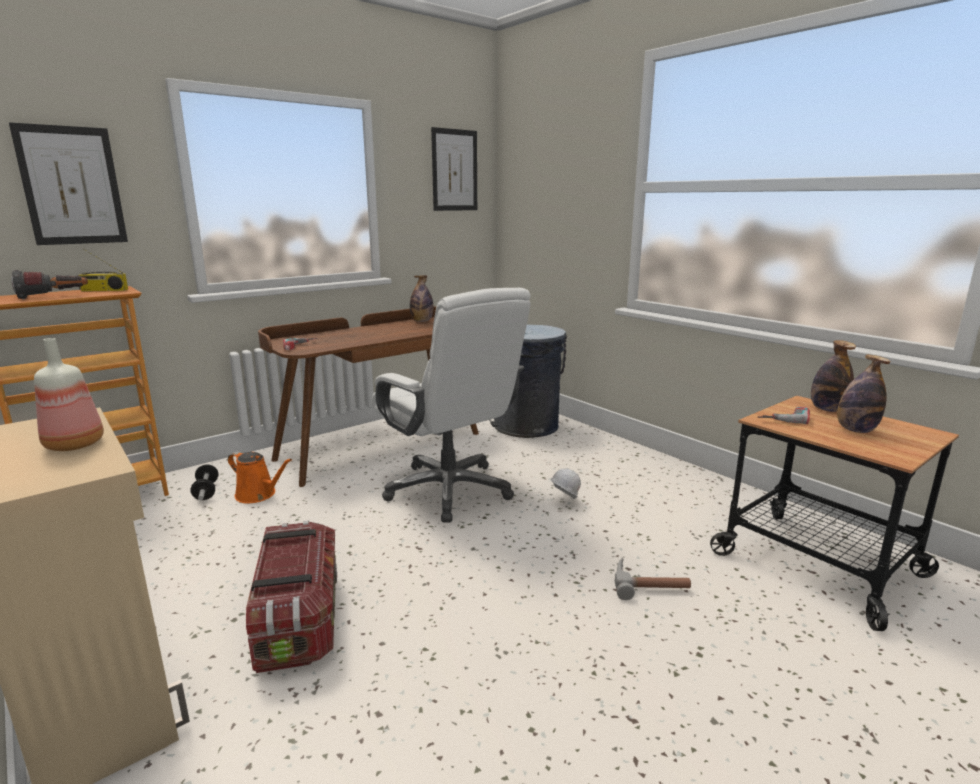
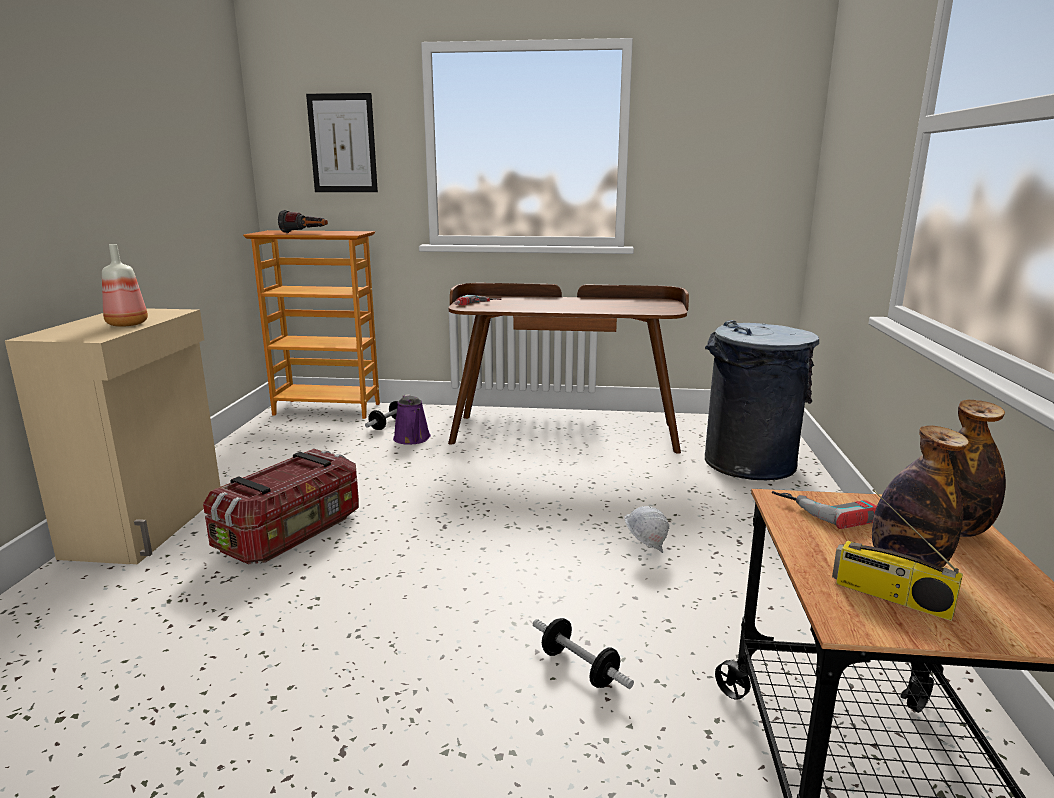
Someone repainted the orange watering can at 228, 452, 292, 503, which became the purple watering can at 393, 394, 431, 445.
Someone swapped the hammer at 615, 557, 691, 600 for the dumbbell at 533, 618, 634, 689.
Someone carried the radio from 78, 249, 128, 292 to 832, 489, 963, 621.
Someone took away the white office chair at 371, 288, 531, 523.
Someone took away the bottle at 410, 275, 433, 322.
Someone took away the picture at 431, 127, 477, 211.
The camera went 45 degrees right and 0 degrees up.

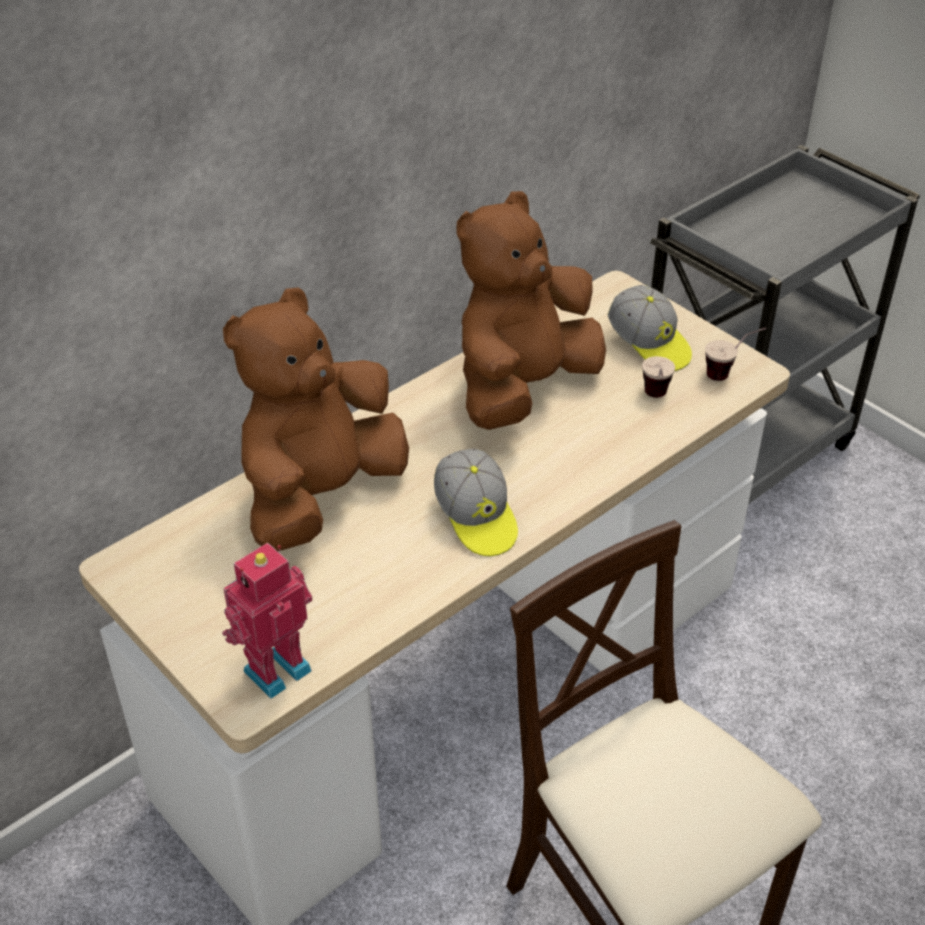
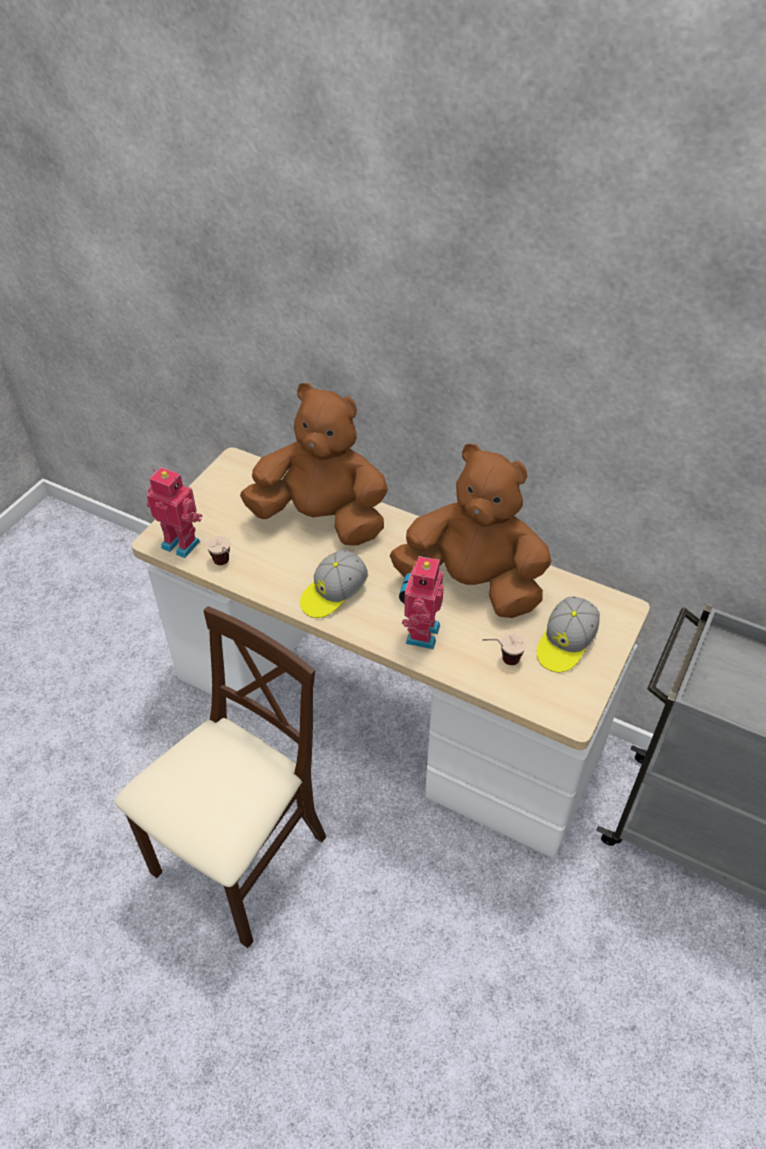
Someone carried the cup from 705, 327, 766, 381 to 206, 536, 230, 565.
Someone put down the toy robot at 399, 554, 444, 649.
The camera went 70 degrees right and 5 degrees up.

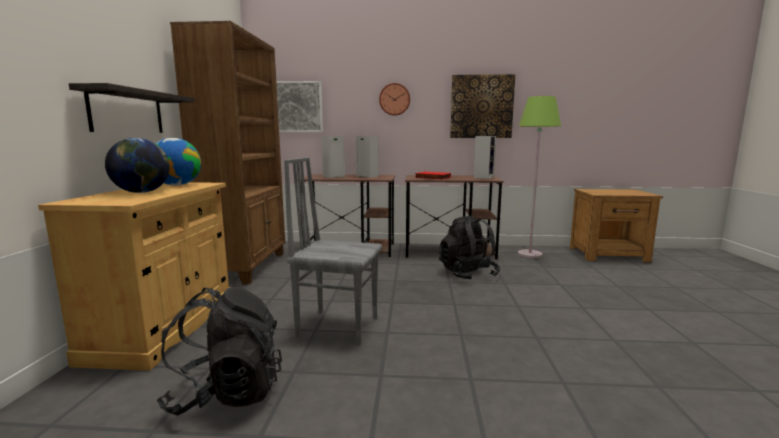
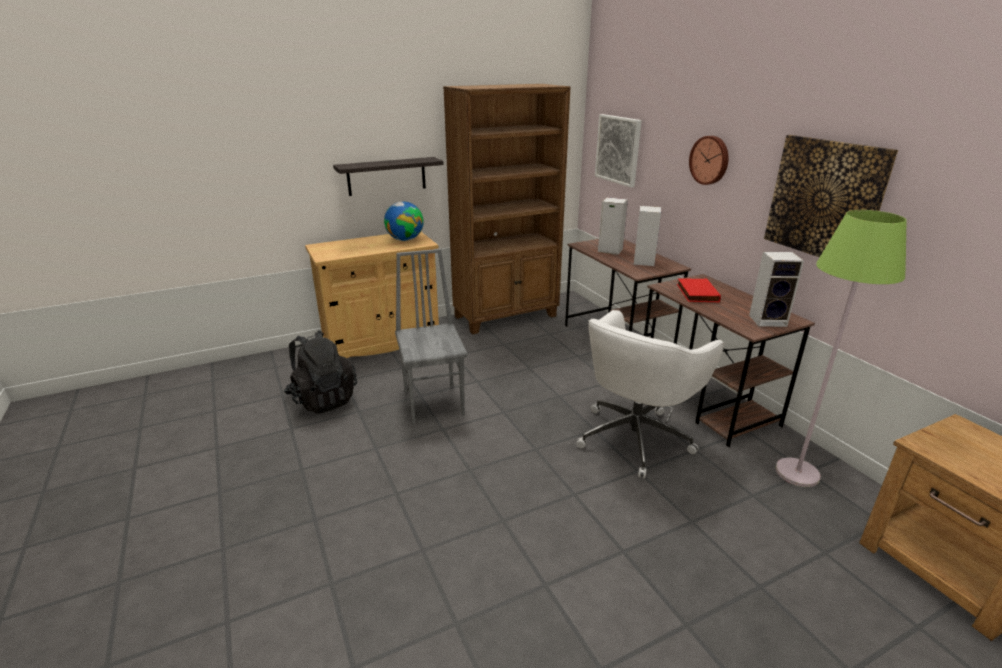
Someone swapped the black backpack at 439, 216, 500, 280 for the white office chair at 576, 310, 724, 479.
Someone took away the globe at 105, 138, 170, 193.
The camera went 60 degrees right and 15 degrees up.

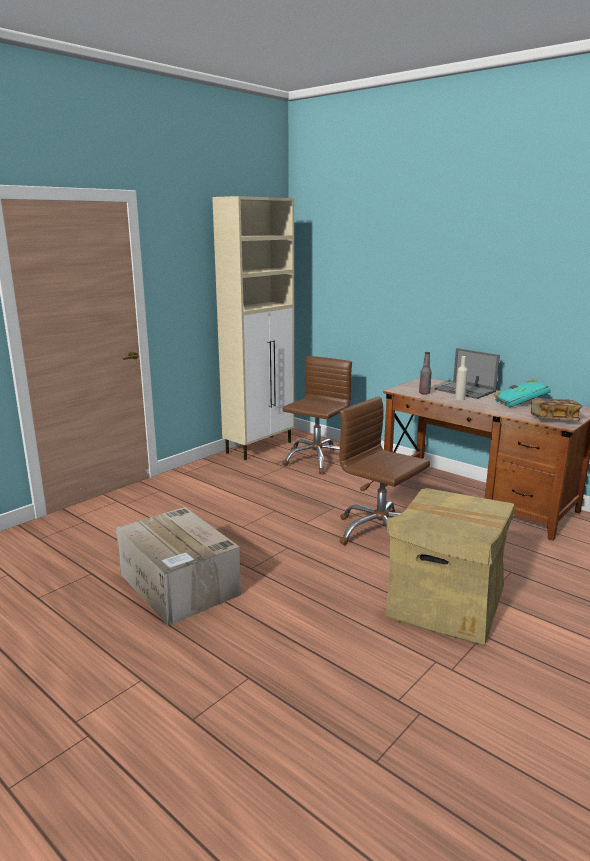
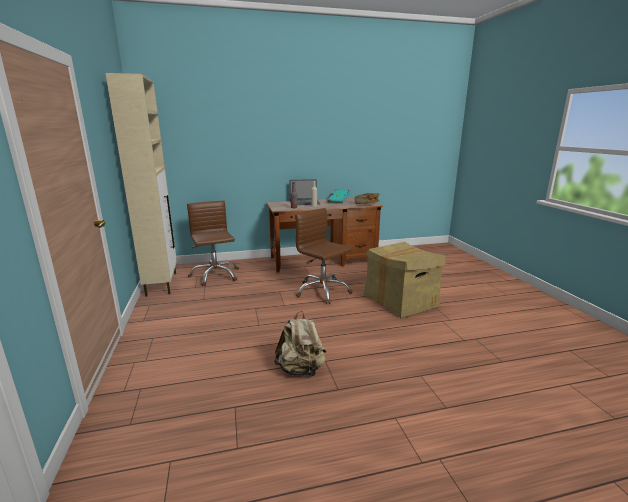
Someone swapped the cardboard box at 116, 507, 241, 626 for the beige backpack at 274, 311, 326, 377.
Someone rotated the brown office chair at 340, 397, 430, 545 by 60 degrees clockwise.
The camera went 55 degrees left and 0 degrees up.

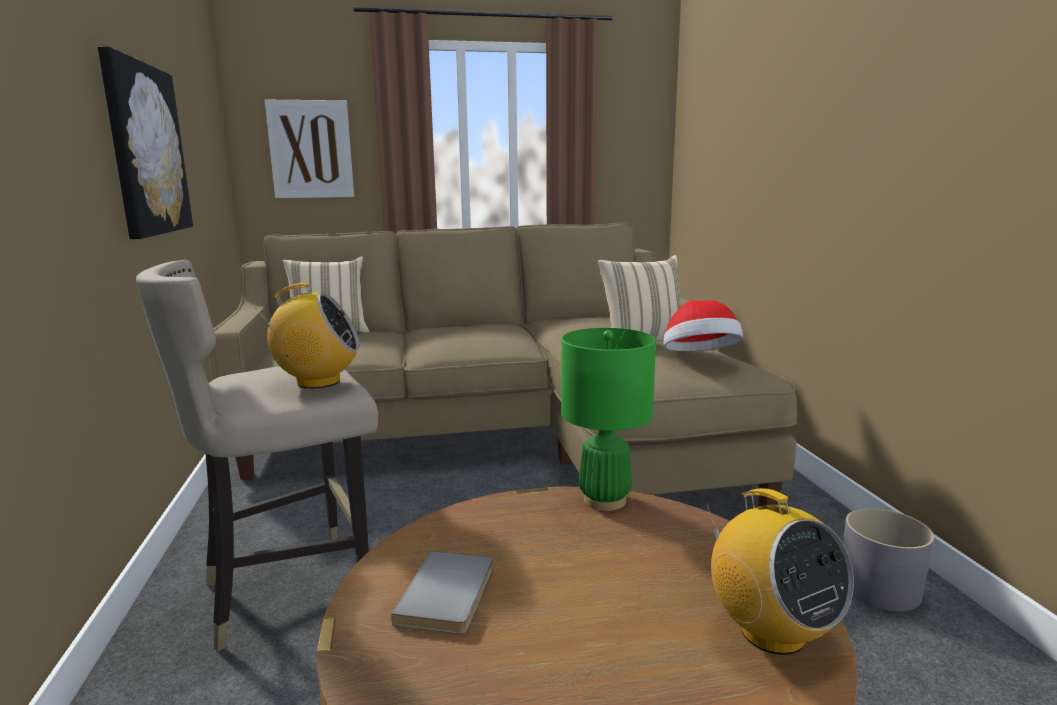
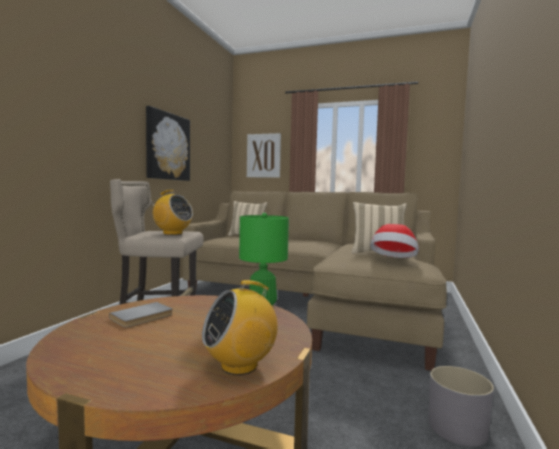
Someone rotated the radio at 705, 488, 854, 655 by 60 degrees clockwise.
The camera went 30 degrees right and 10 degrees down.

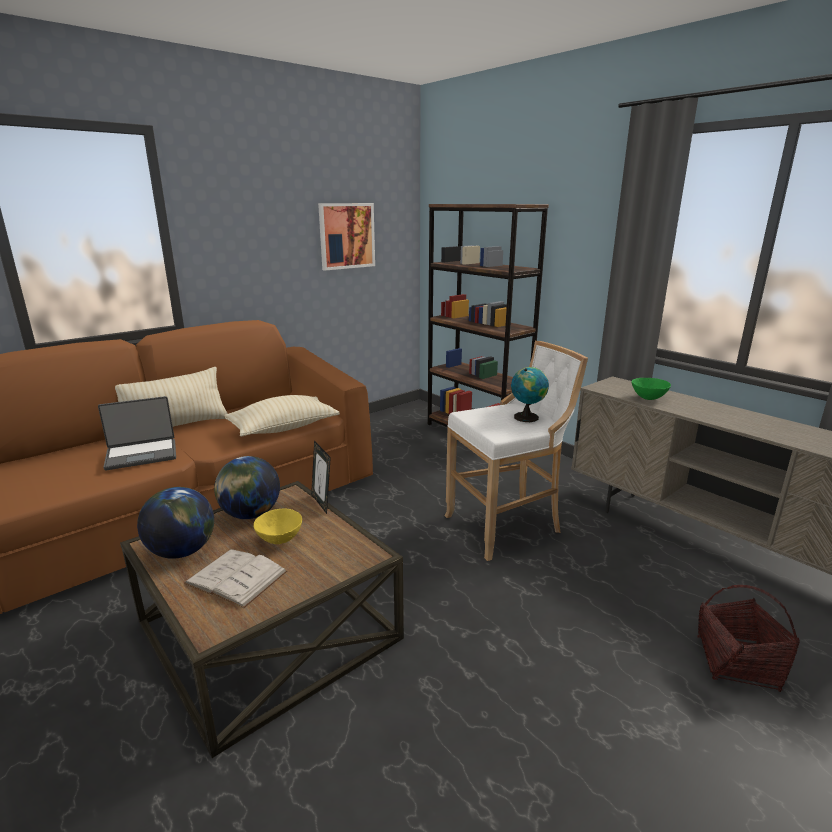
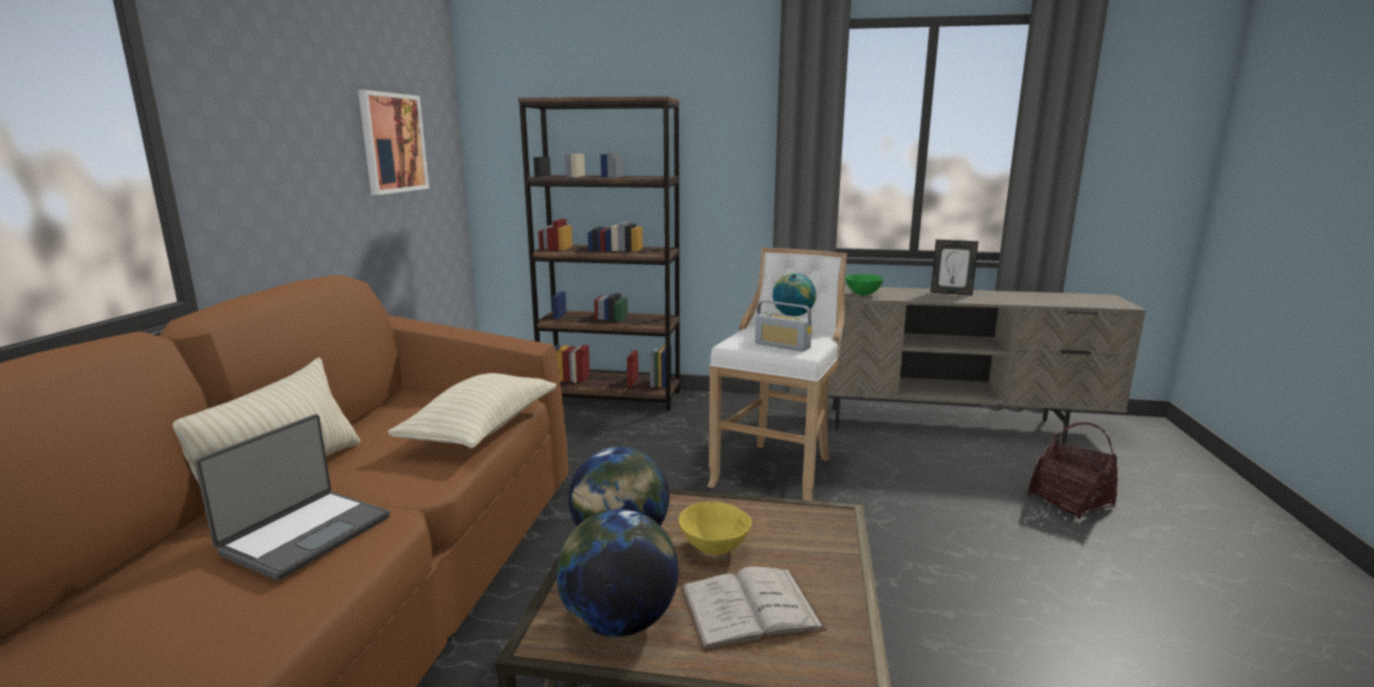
Someone put down the radio at 755, 300, 812, 352.
Someone carried the picture frame from 311, 441, 331, 514 to 930, 239, 978, 296.
The camera went 40 degrees left and 5 degrees down.

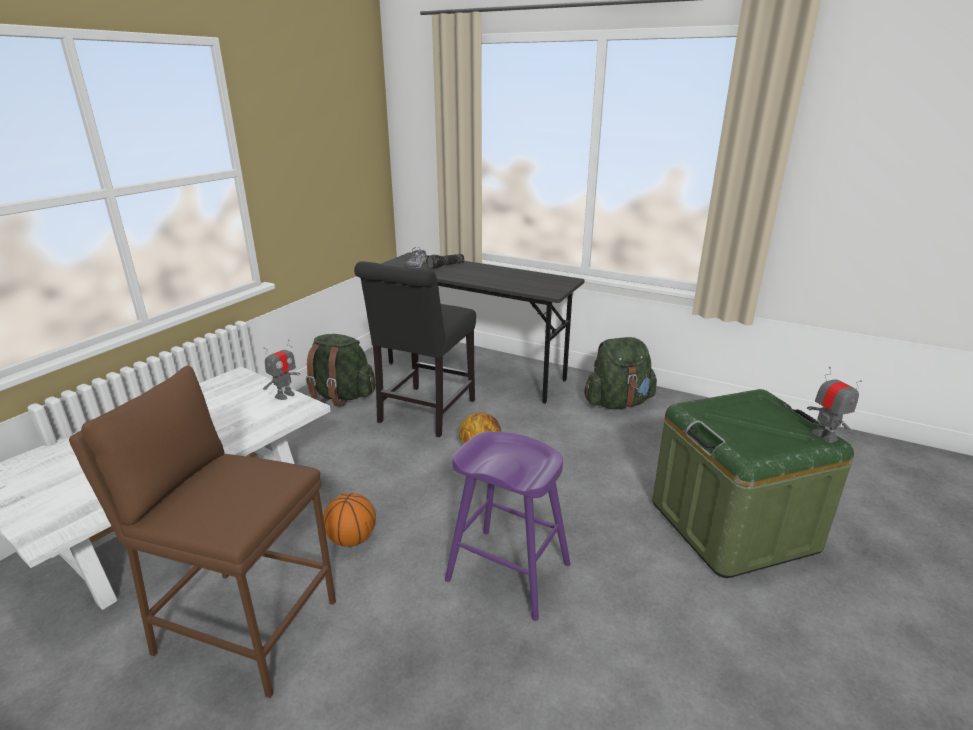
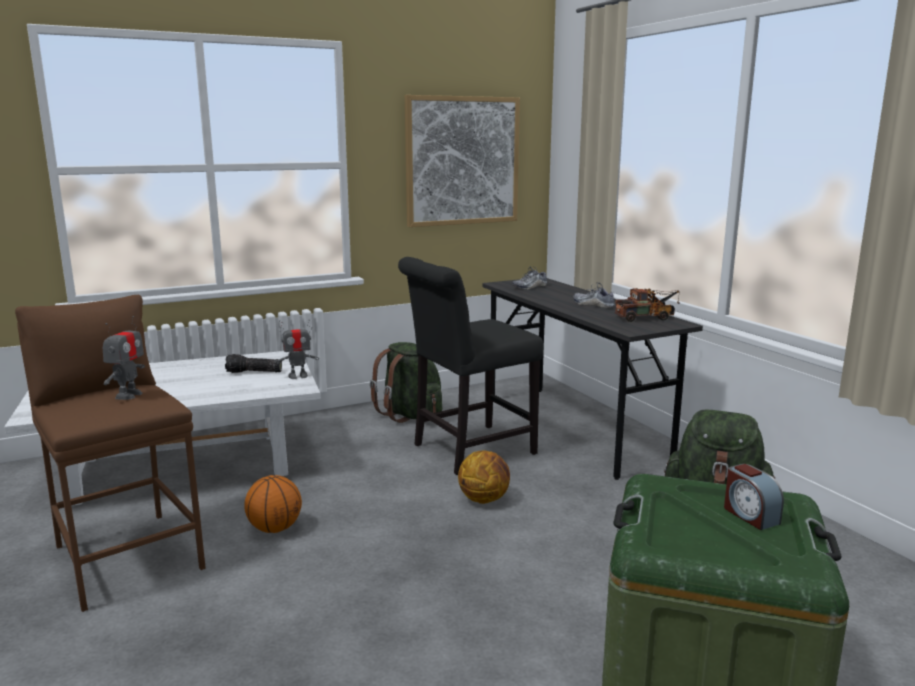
Someone carried the toy robot from 807, 367, 862, 443 to 103, 316, 145, 400.
Someone carried the flashlight from 426, 254, 464, 269 to 225, 354, 282, 373.
Someone put up the picture at 405, 95, 520, 227.
Someone put down the shoe at 573, 282, 615, 308.
Someone put down the toy truck at 615, 288, 680, 322.
Someone put down the alarm clock at 724, 464, 784, 530.
Someone took away the purple stool at 445, 431, 571, 621.
The camera went 35 degrees right and 10 degrees down.

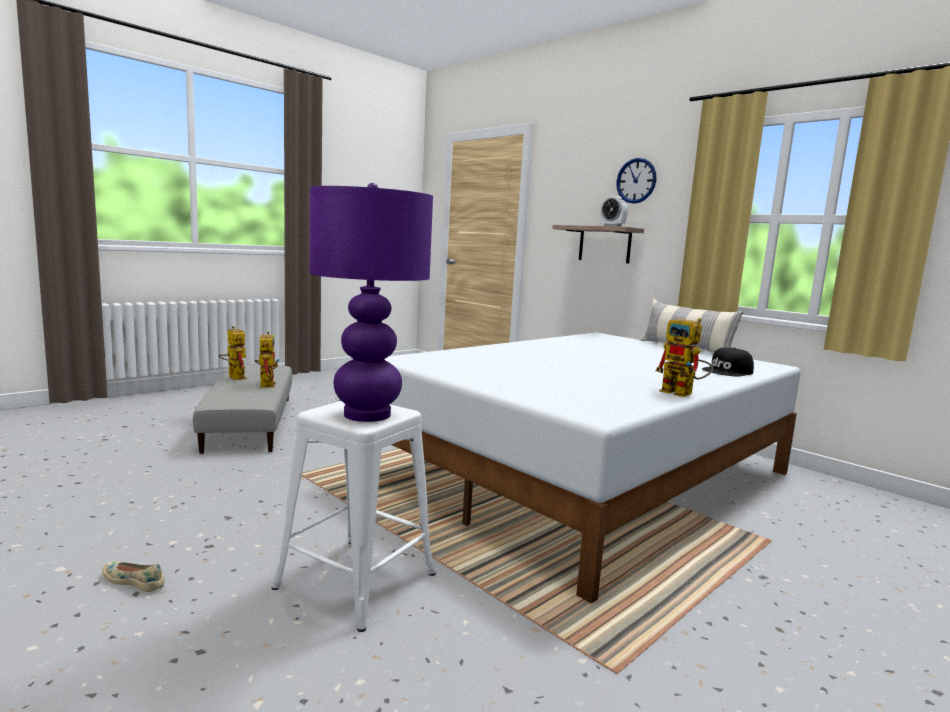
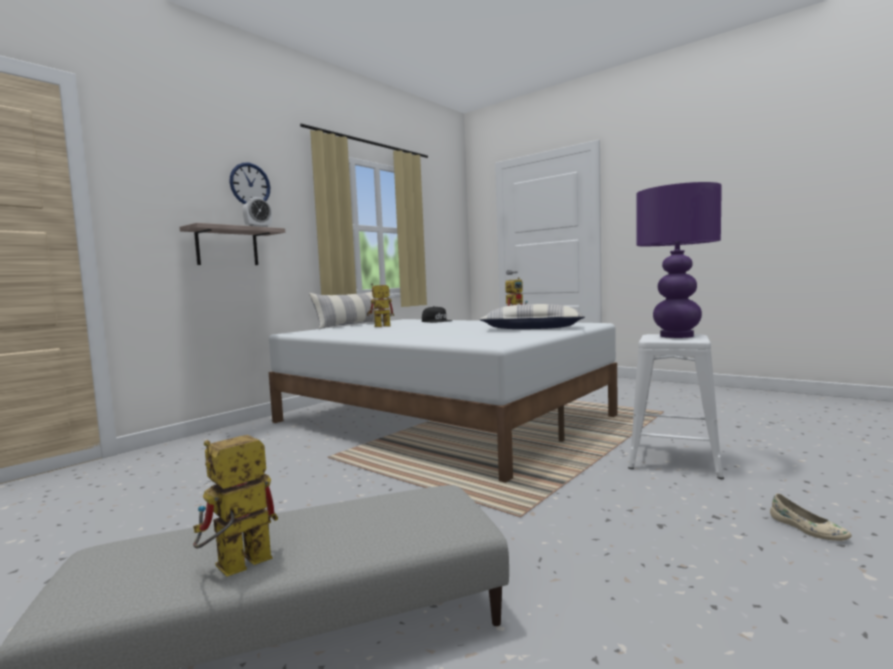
Someone carried the toy robot from 254, 331, 280, 387 to 367, 283, 394, 327.
Someone put down the pillow at 479, 304, 585, 329.
Someone rotated the beige shoe at 102, 562, 165, 592 by 45 degrees counterclockwise.
The camera went 95 degrees left and 5 degrees down.

